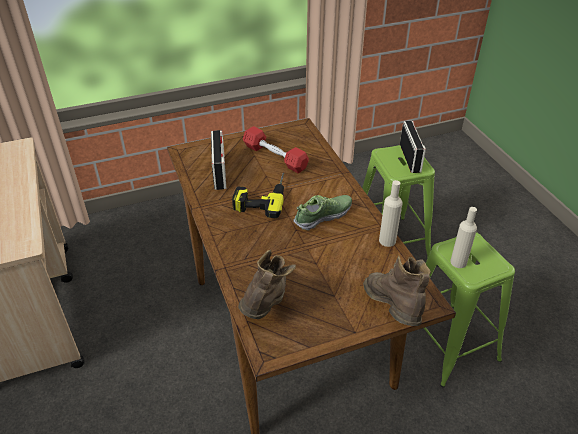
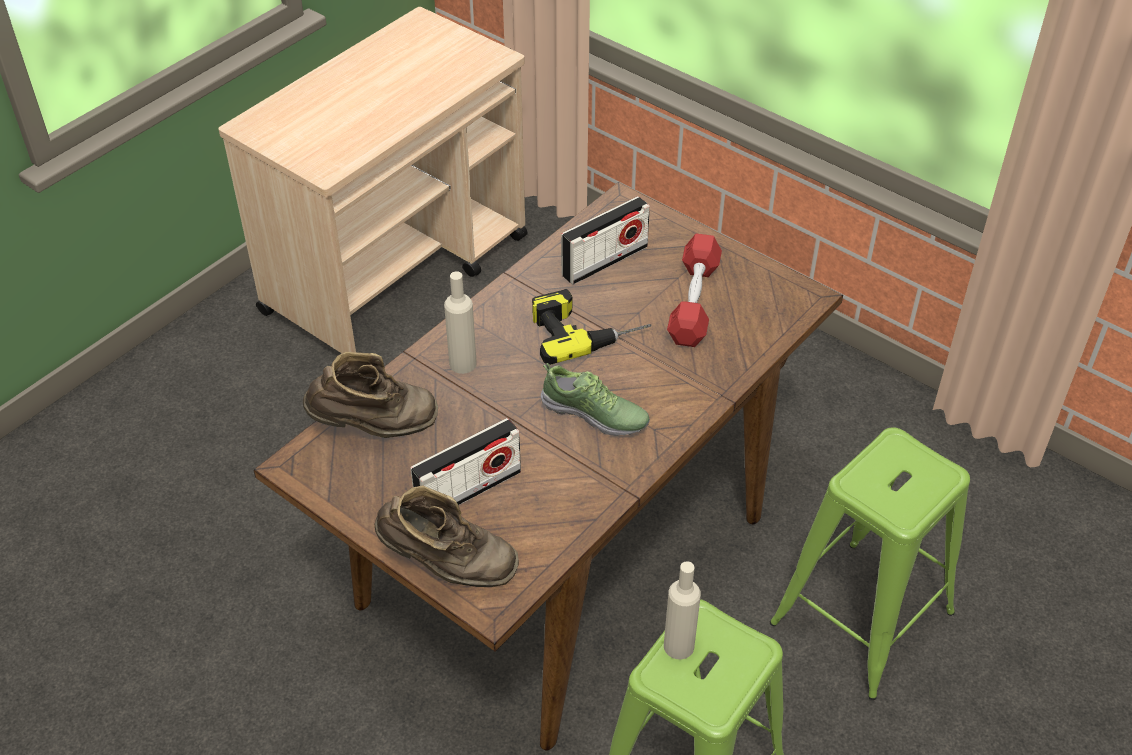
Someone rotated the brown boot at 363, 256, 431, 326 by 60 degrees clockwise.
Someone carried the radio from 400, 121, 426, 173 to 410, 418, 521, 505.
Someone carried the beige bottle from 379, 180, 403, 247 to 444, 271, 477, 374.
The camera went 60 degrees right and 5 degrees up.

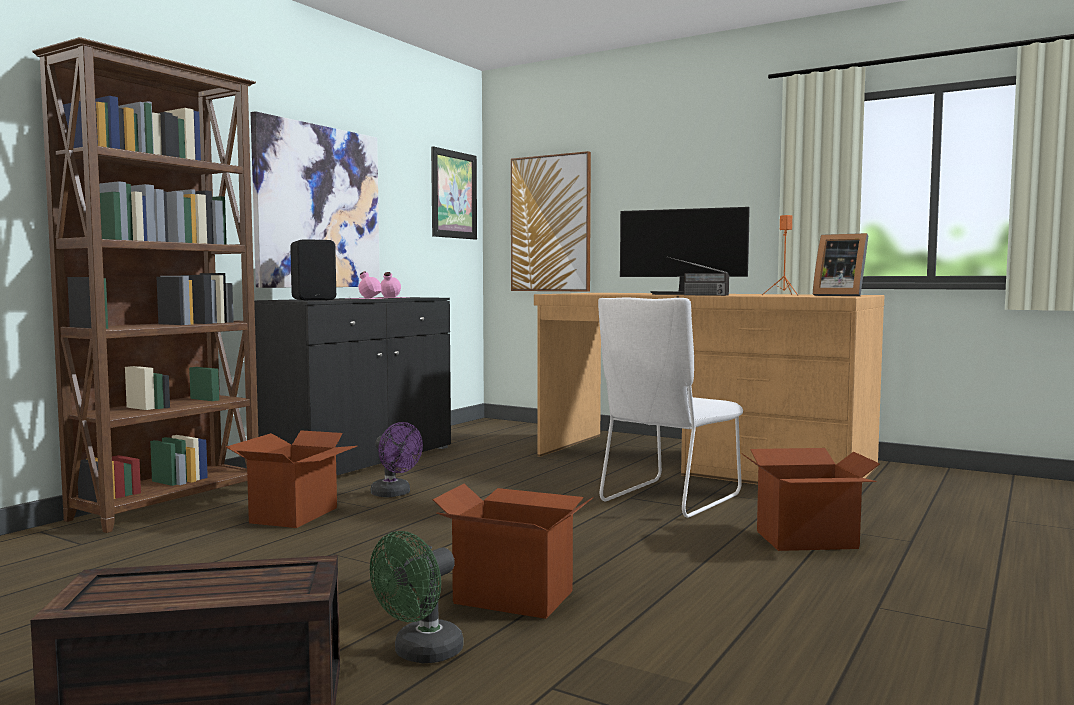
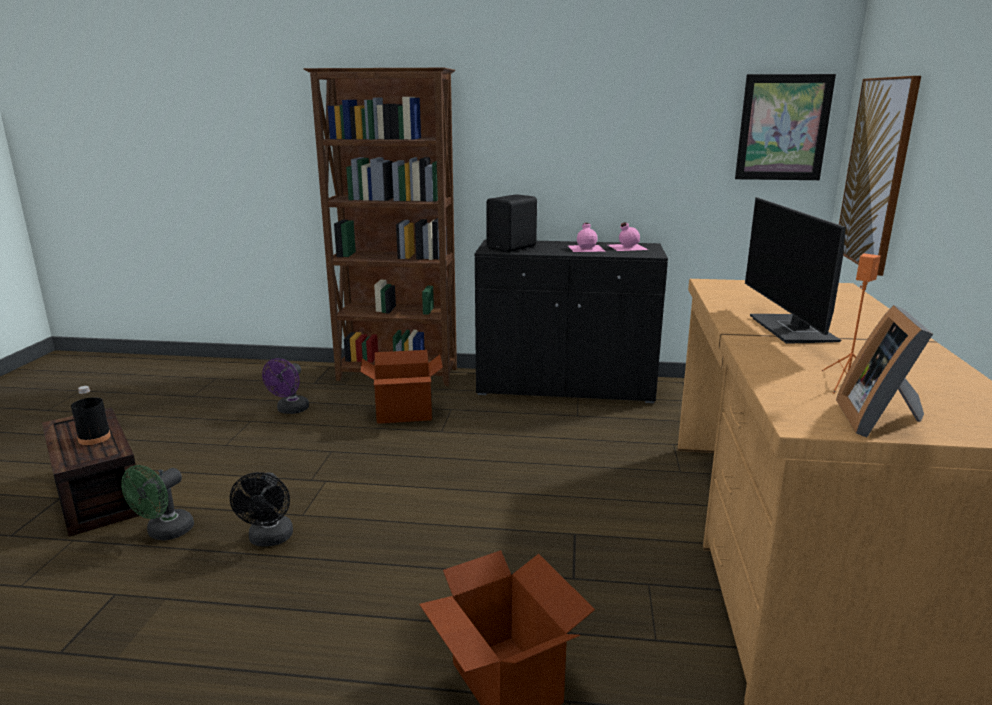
Someone put down the black bottle at 71, 386, 111, 445.
Someone rotated the green fan at 370, 531, 463, 663 by 75 degrees counterclockwise.
Someone swapped the cardboard box at 433, 484, 594, 619 for the black fan at 230, 472, 293, 547.
Someone carried the purple fan from 371, 422, 423, 497 to 262, 358, 309, 414.
Someone took away the picture at 251, 111, 380, 288.
Someone took away the white chair at 598, 298, 743, 518.
Someone took away the radio at 668, 257, 729, 296.
The camera went 65 degrees right and 15 degrees up.

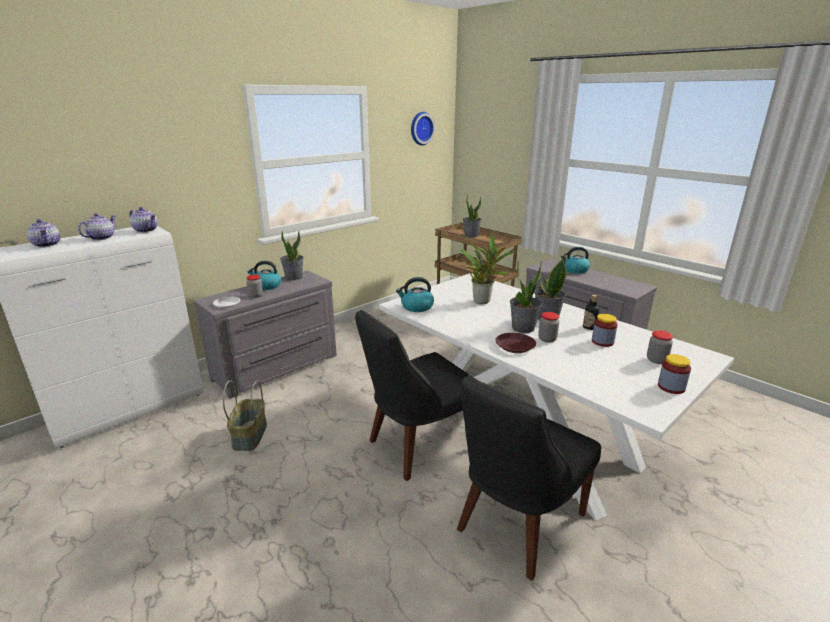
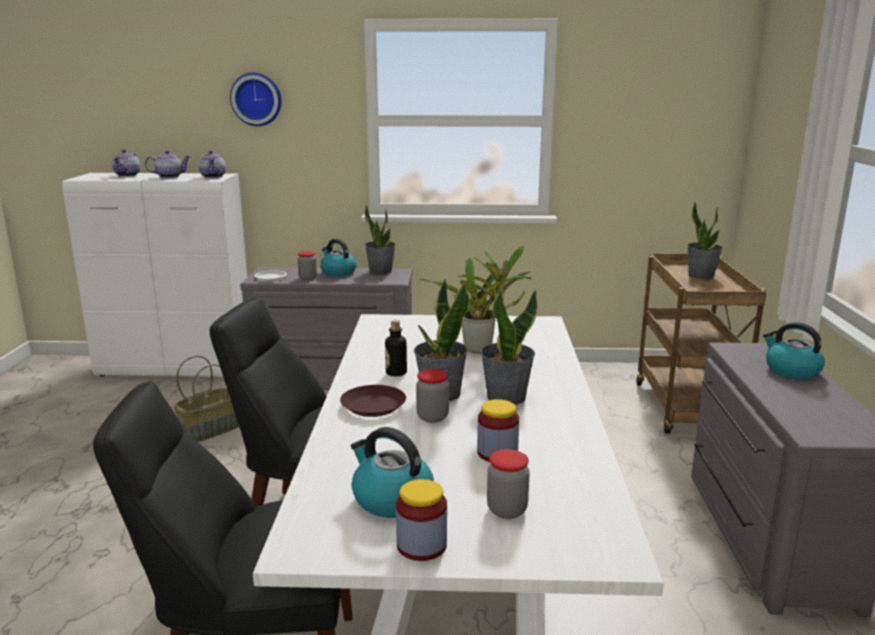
Someone carried the wall clock from 411, 112, 435, 145 to 230, 72, 281, 126.
Someone carried the kettle from 396, 277, 434, 312 to 351, 427, 434, 518.
Someone carried the bottle from 583, 295, 600, 330 to 385, 320, 407, 376.
The camera went 45 degrees right and 5 degrees down.

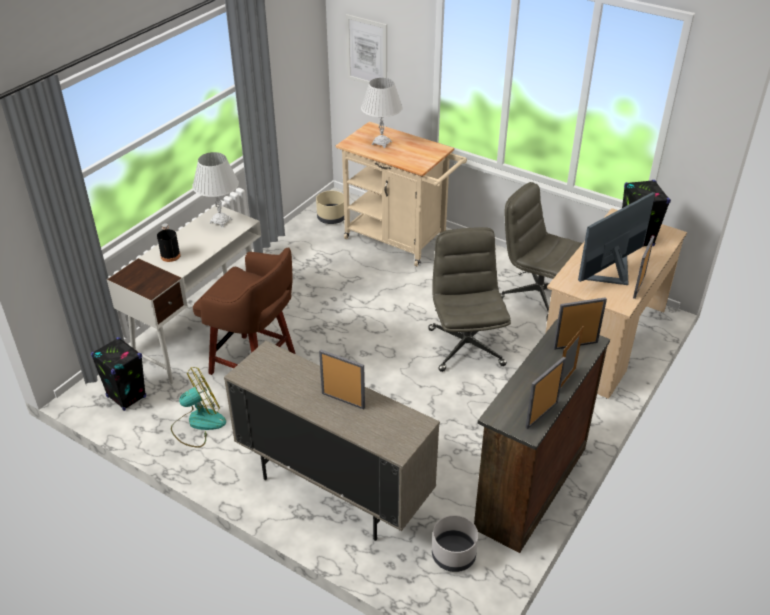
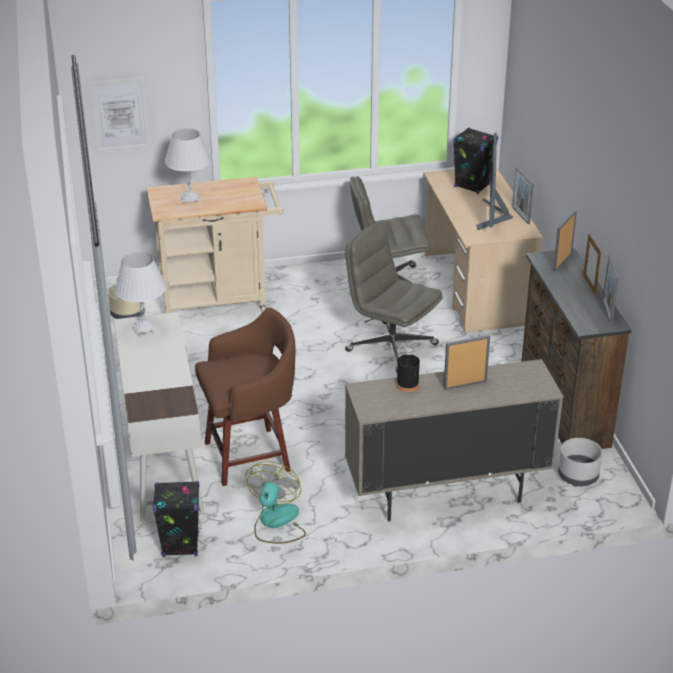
Someone carried the black bottle from 157, 223, 181, 262 to 396, 348, 420, 392.
The camera went 45 degrees left and 5 degrees down.

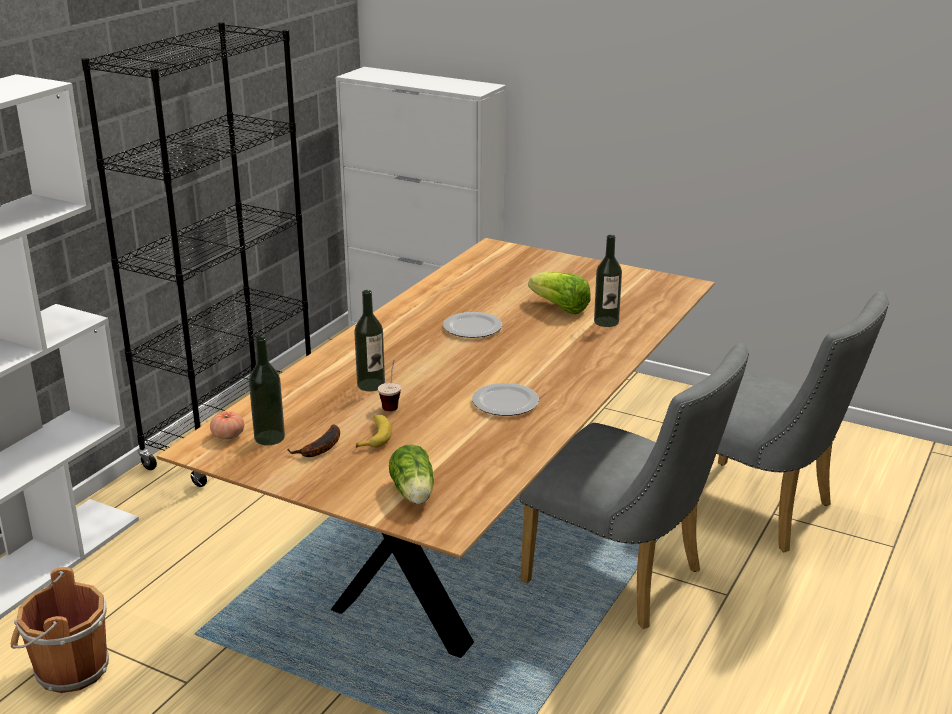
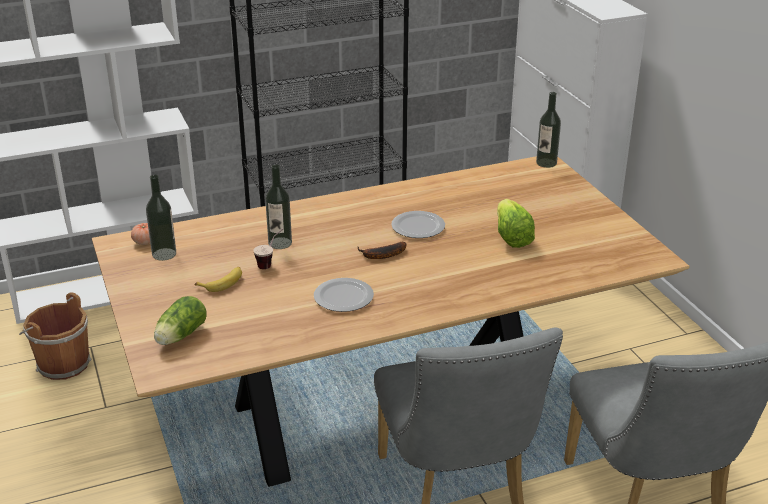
Someone carried the banana from 287, 424, 340, 457 to 358, 242, 406, 259.
Someone carried the bottle from 594, 235, 622, 327 to 536, 92, 561, 168.
The camera went 40 degrees right and 5 degrees up.

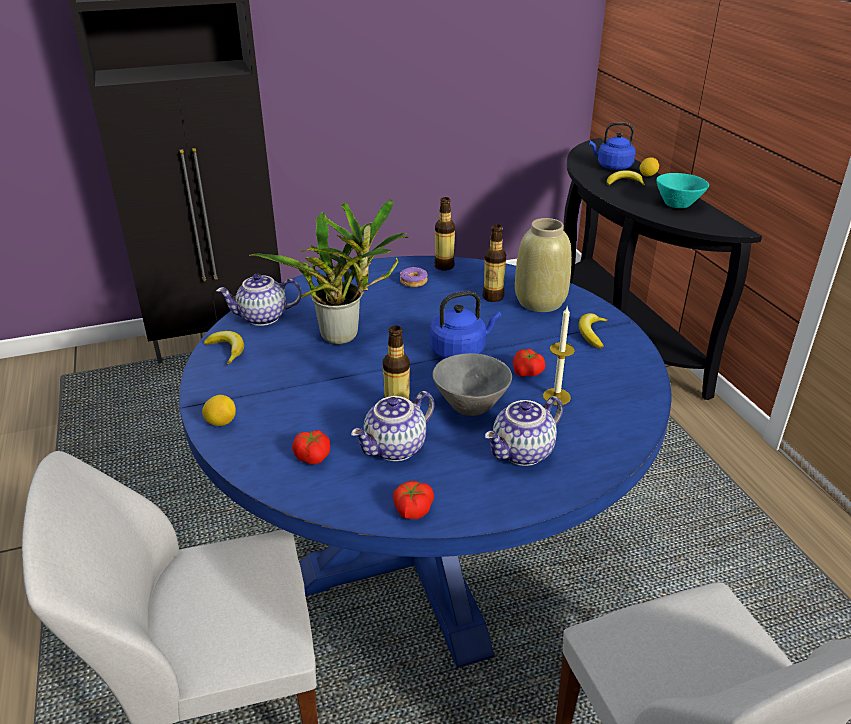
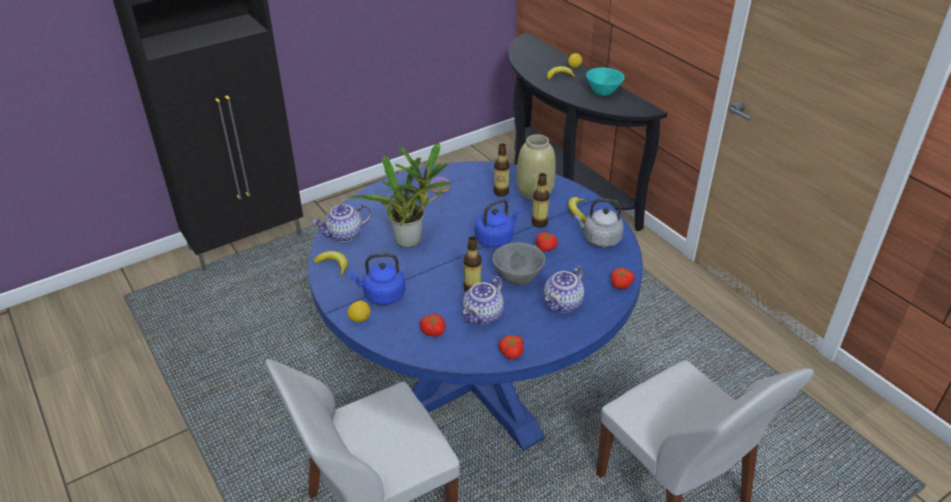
Someone carried the blue kettle from 589, 122, 636, 170 to 350, 253, 406, 305.
Someone carried the bottle from 434, 197, 455, 271 to 532, 173, 550, 228.
Someone put down the grey kettle at 574, 199, 624, 247.
Someone put down the tomato at 611, 268, 635, 289.
Someone took away the candle at 543, 307, 575, 405.
The camera went 15 degrees left and 5 degrees up.

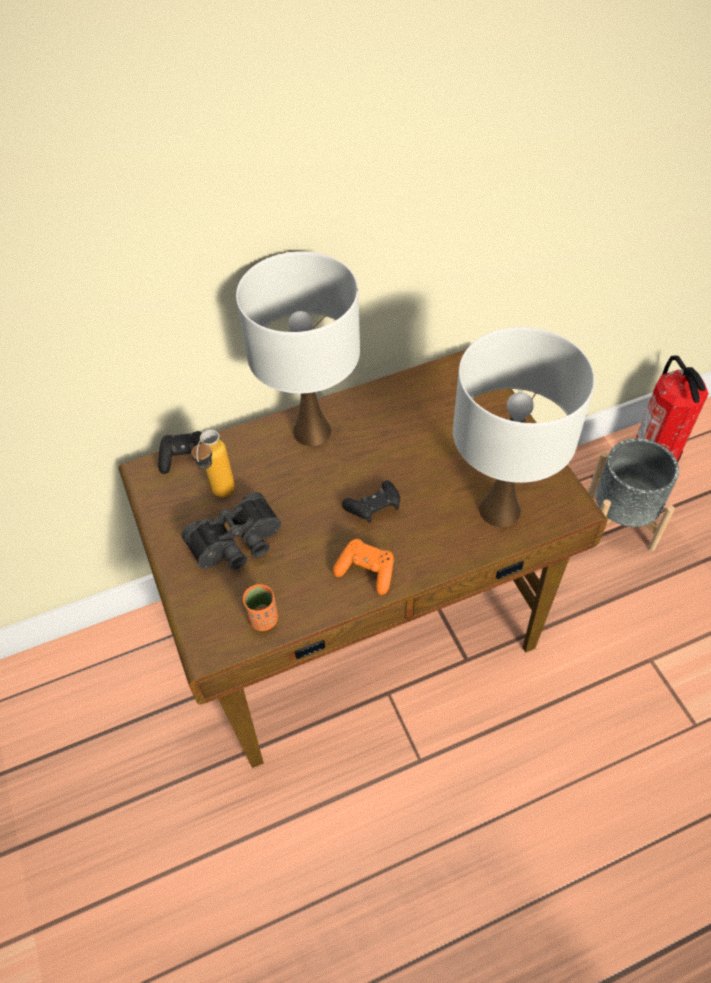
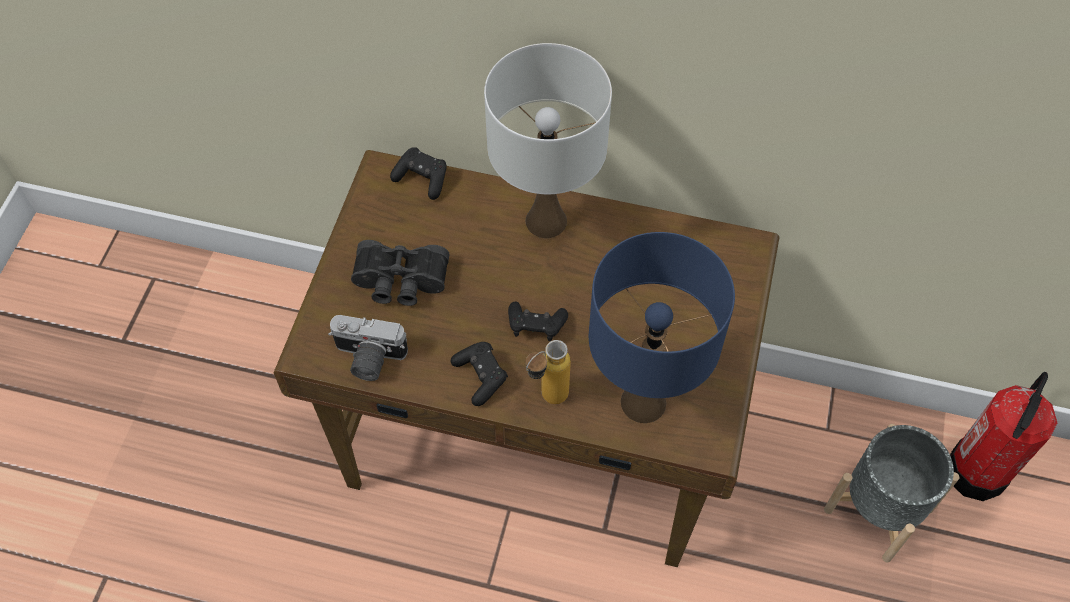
Someone swapped the orange cup at 243, 584, 278, 631 for the photo camera at 328, 315, 408, 381.
Someone repainted the orange game controller at 333, 539, 394, 595, which became the black game controller at 451, 342, 508, 406.
Someone carried the bottle from 191, 430, 235, 497 to 525, 340, 571, 404.
Someone repainted the white table lamp at 453, 327, 595, 527, which became the blue table lamp at 589, 232, 735, 423.
The camera went 35 degrees right and 5 degrees up.

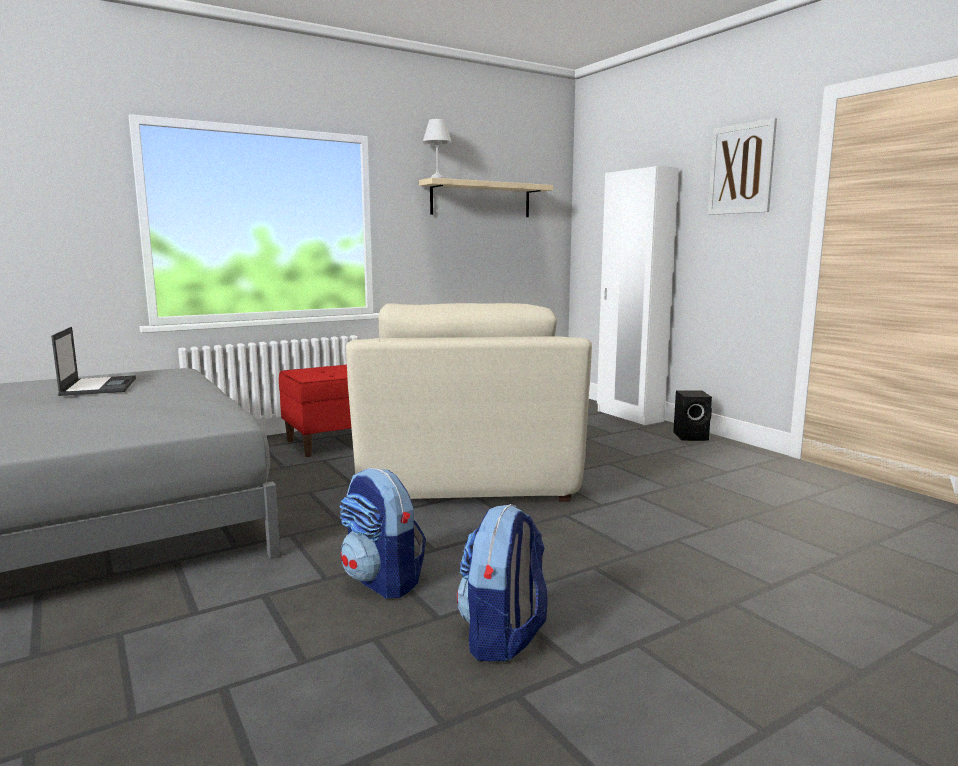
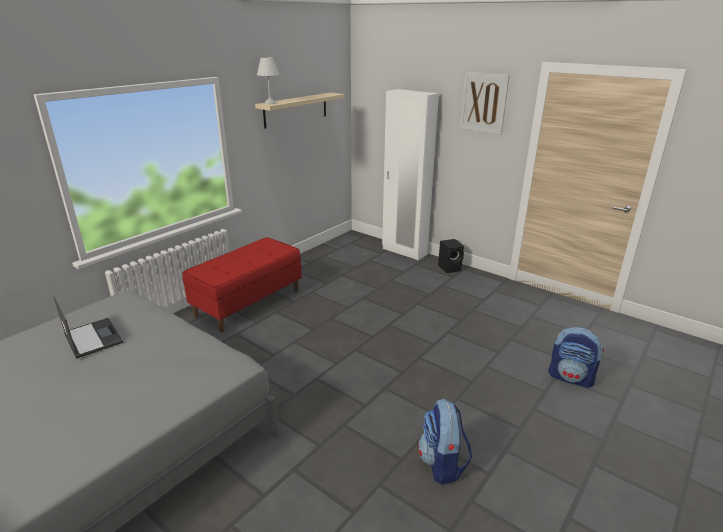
Someone carried the backpack from 339, 468, 426, 599 to 548, 327, 604, 388.
Someone took away the beige armchair at 346, 303, 592, 502.
The camera went 20 degrees left and 15 degrees up.

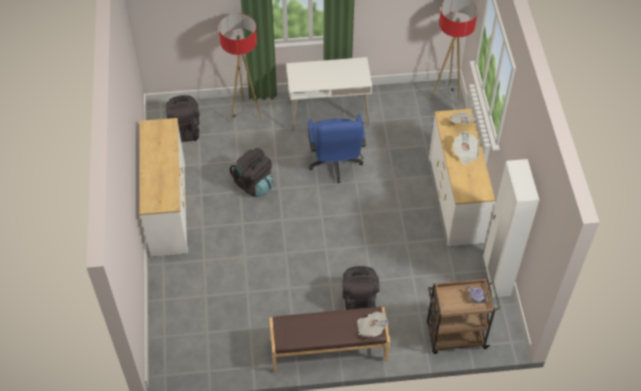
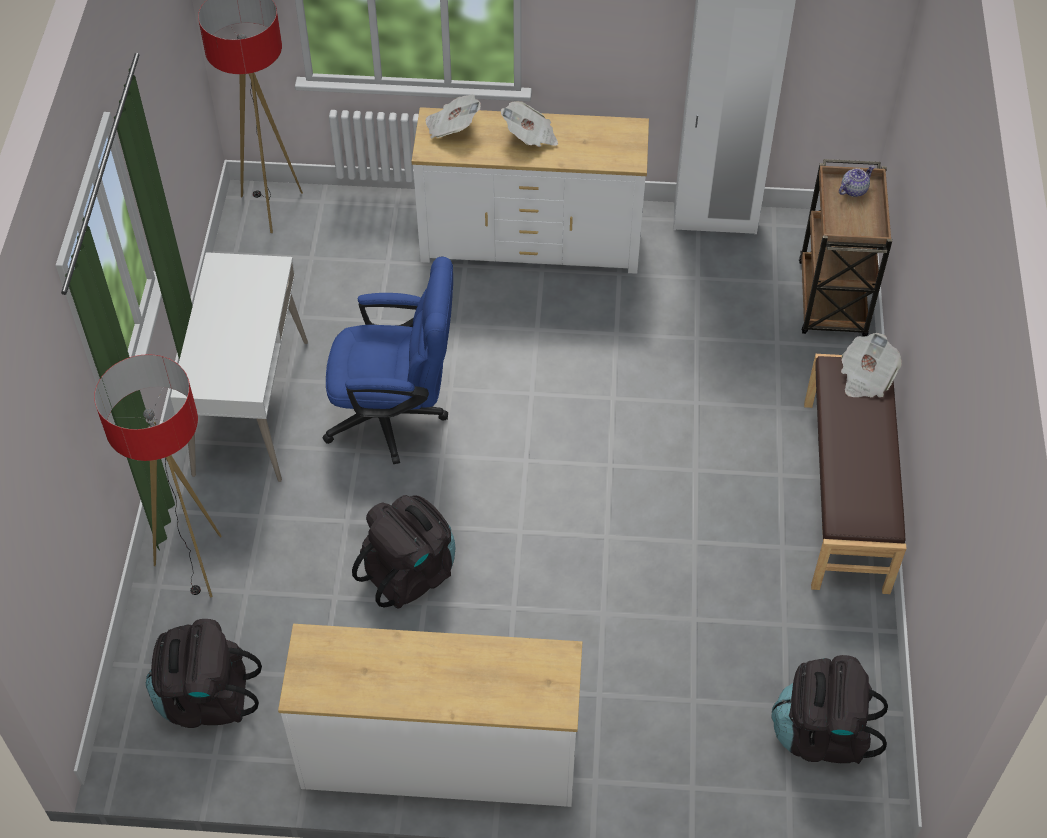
Someone carried the black backpack from 342, 266, 379, 310 to 771, 655, 888, 764.
The camera went 80 degrees left and 0 degrees up.

